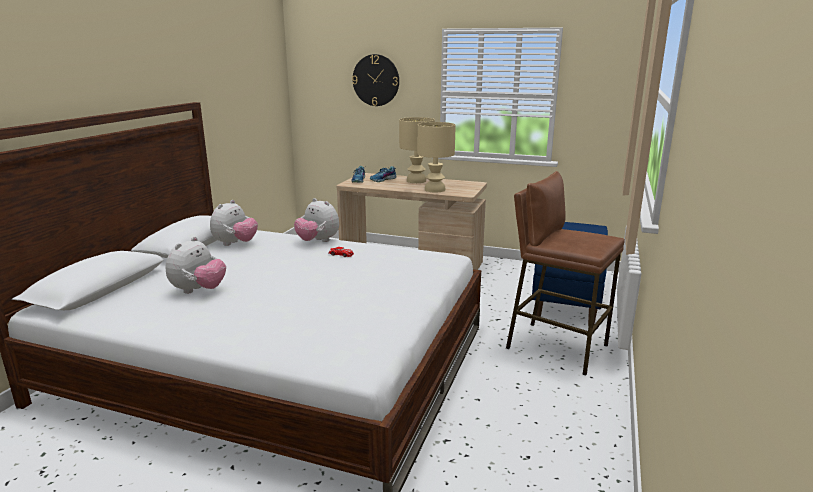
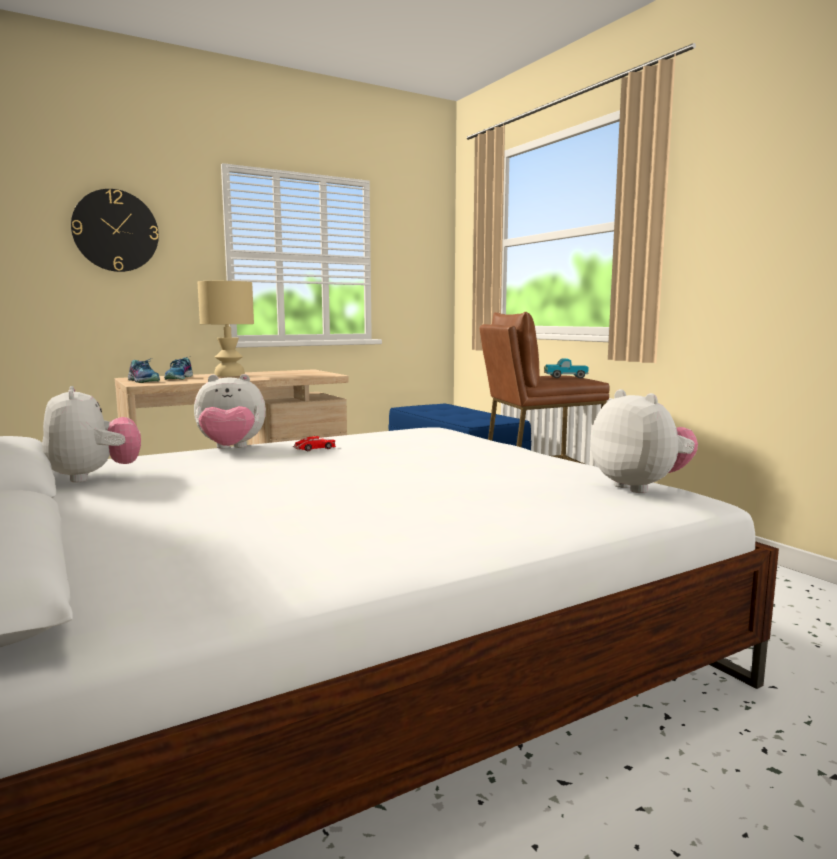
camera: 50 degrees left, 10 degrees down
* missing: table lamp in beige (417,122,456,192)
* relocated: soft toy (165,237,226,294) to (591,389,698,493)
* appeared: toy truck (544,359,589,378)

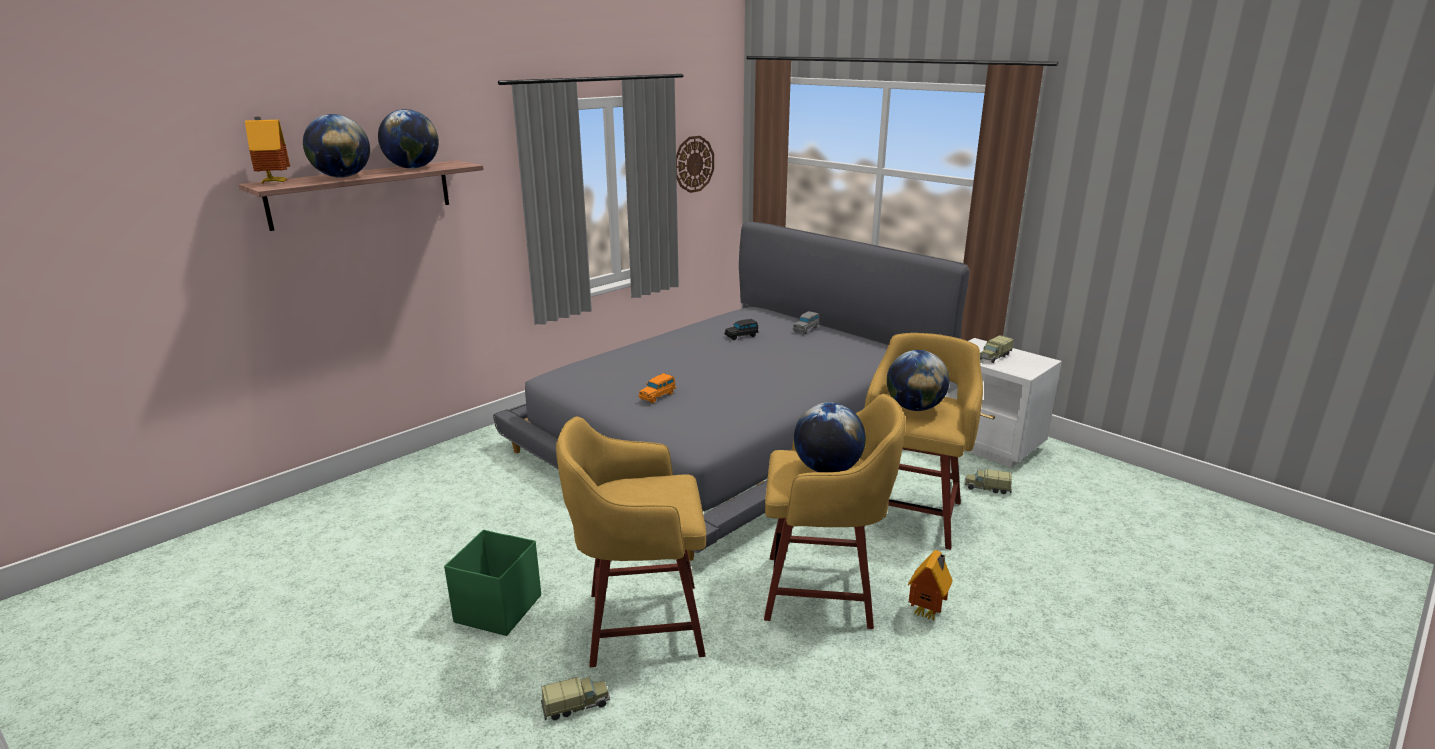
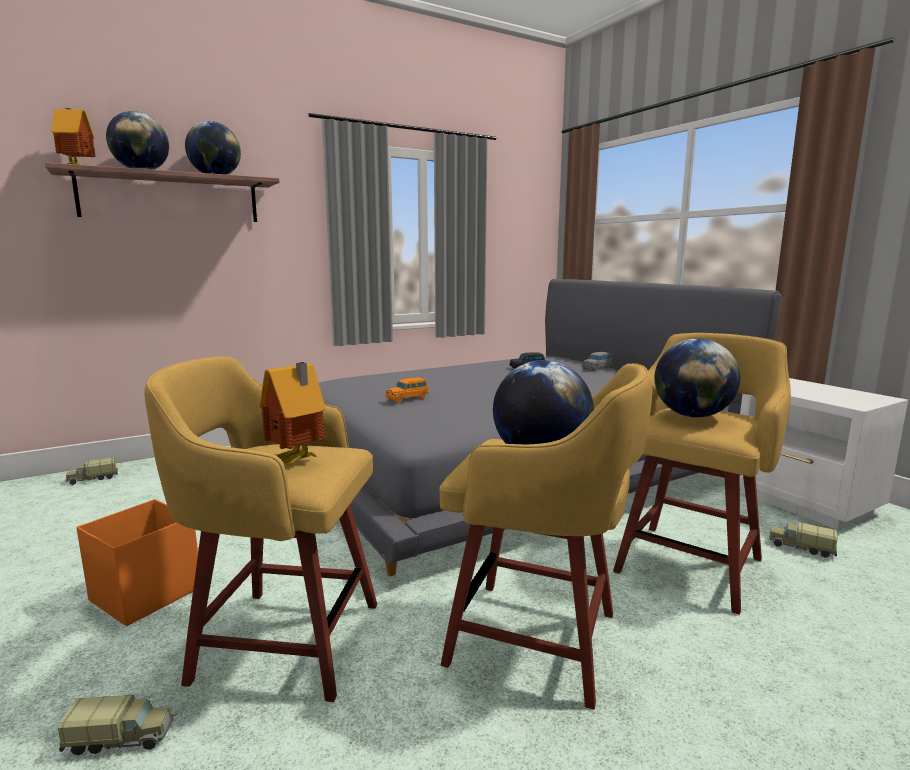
camera: 15 degrees right, 10 degrees down
* missing: hanging clock (676,136,714,193)
* relocated: toy truck (980,335,1013,363) to (65,457,118,485)
* colour: storage bin in greenish (444,530,541,636) to storage bin in orange (76,499,198,626)
* relocated: miniature house (908,550,953,620) to (259,362,326,465)

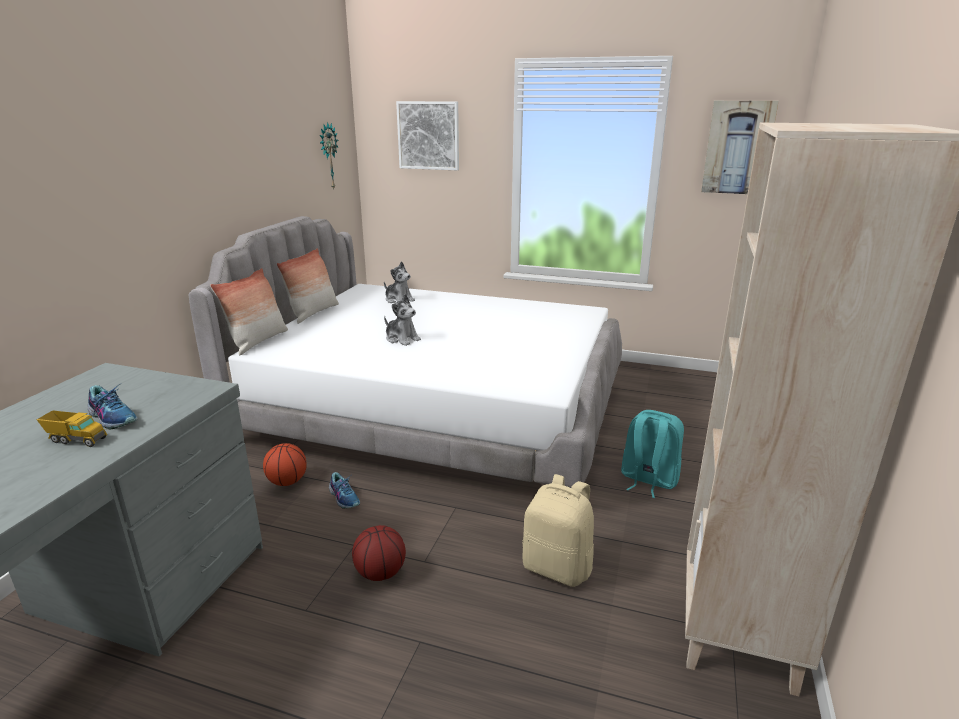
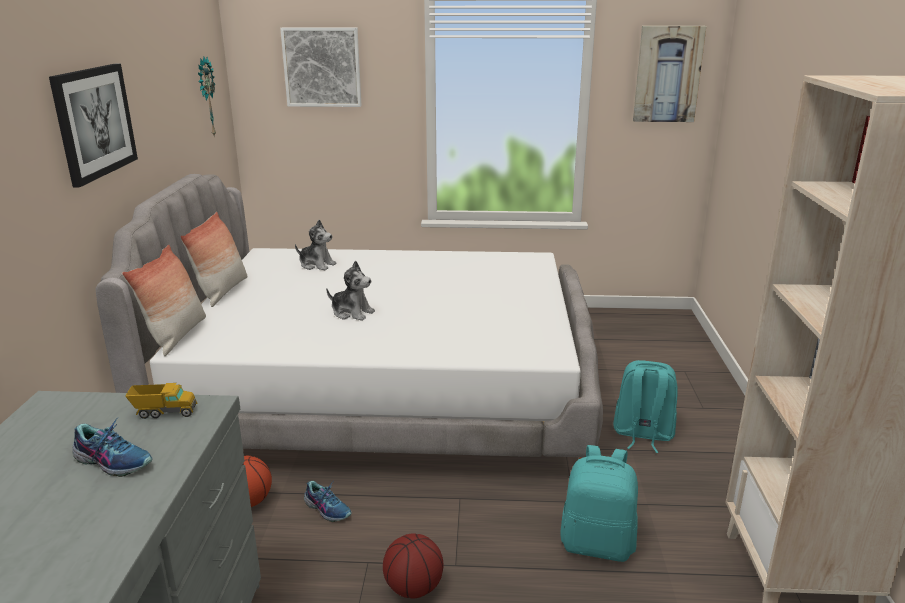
camera: 15 degrees left, 0 degrees up
* relocated: toy truck (37,411,107,447) to (125,383,197,419)
* colour: rucksack in beige (522,474,594,587) to rucksack in blue-green (561,445,638,562)
* appeared: picture (49,64,138,187)

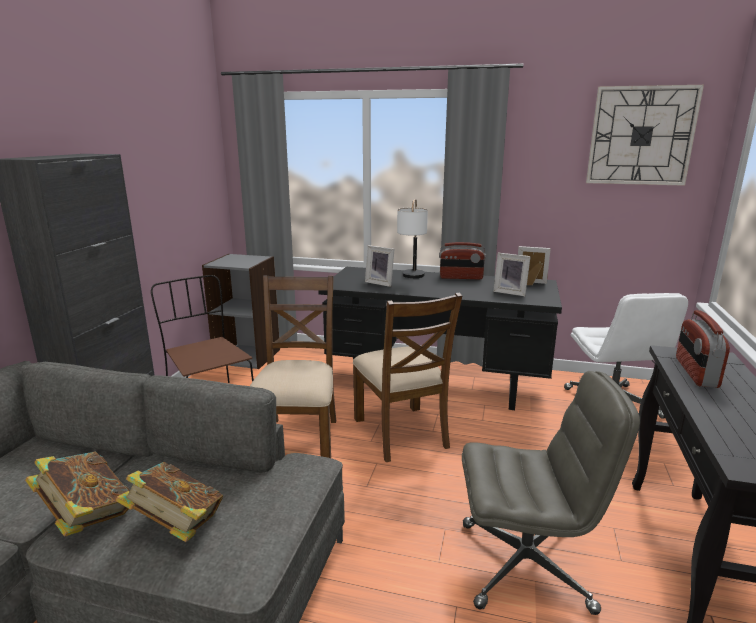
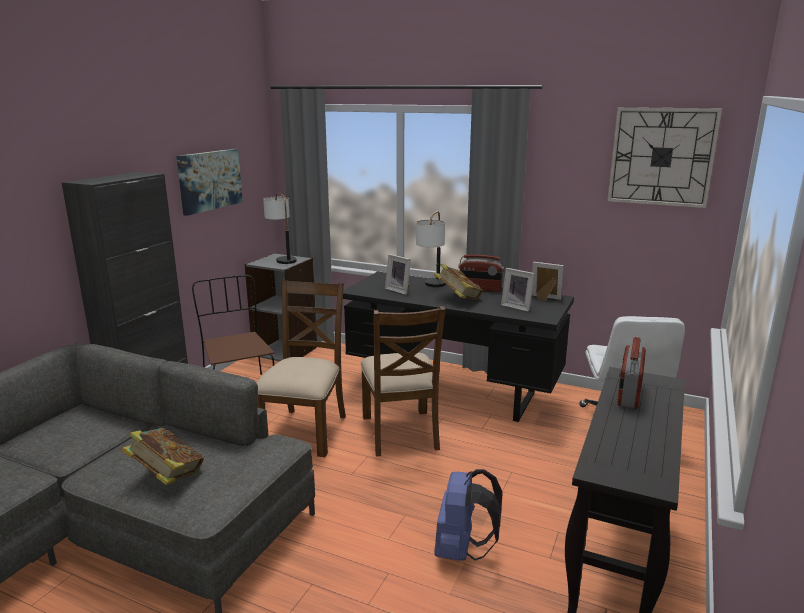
camera: 10 degrees right, 0 degrees up
* exchanged: computer chair in grey (462,371,640,615) to rucksack in bluish (434,469,503,561)
* relocated: volume (25,452,130,537) to (434,264,483,300)
* appeared: picture (176,149,243,216)
* appeared: table lamp (263,193,297,264)

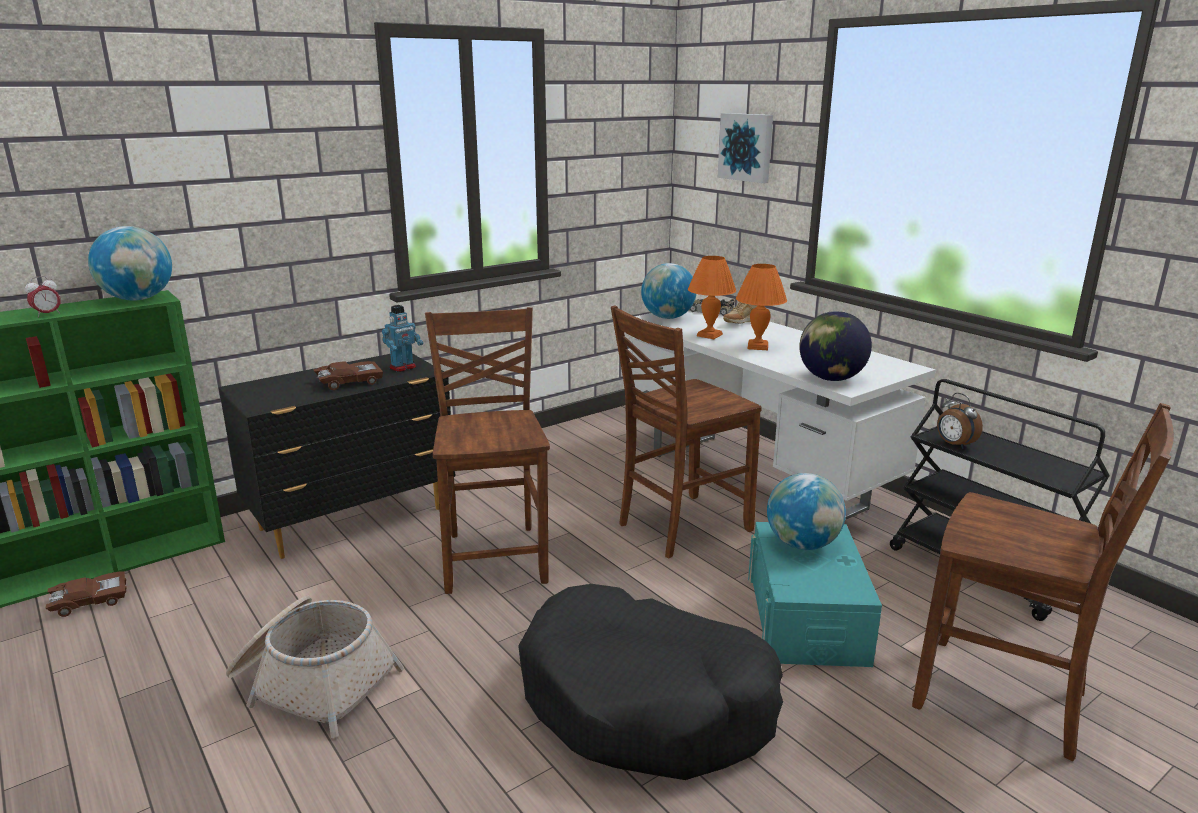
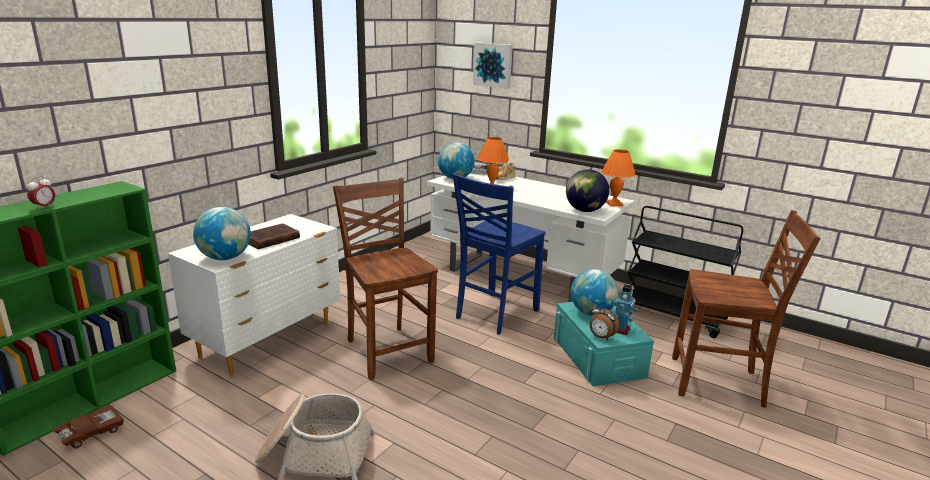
camera: 20 degrees left, 0 degrees up
* relocated: desk globe (88,226,172,301) to (193,207,251,260)
* relocated: table lamp in orange (736,264,787,350) to (601,150,636,206)
* relocated: robot figure (382,305,423,372) to (614,284,638,335)
* colour: chair in brown (611,305,762,559) to chair in bluish (453,173,545,335)
* colour: chest of drawers in black-coloured (219,353,455,559) to chest of drawers in white (168,214,340,376)
* exchanged: miniature car in brown (313,361,383,390) to volume in brown (249,223,300,249)
* relocated: bedside clock (937,393,983,449) to (589,303,619,340)
* missing: pet bed in black-coloured (518,584,783,780)

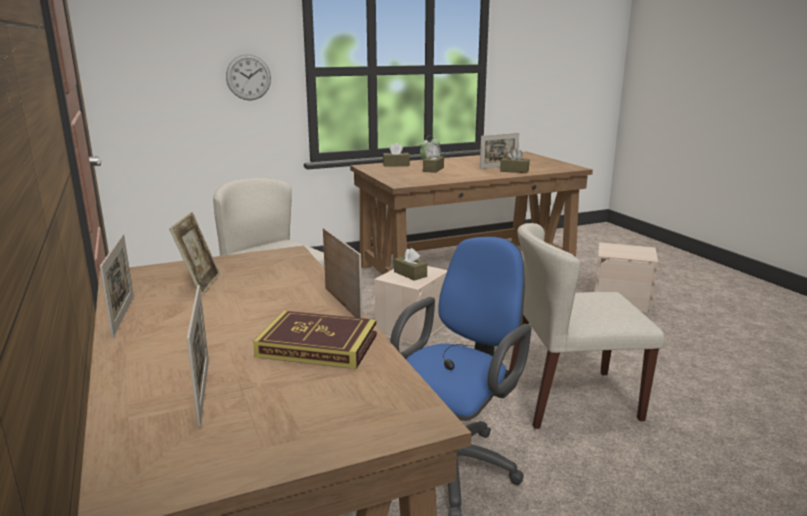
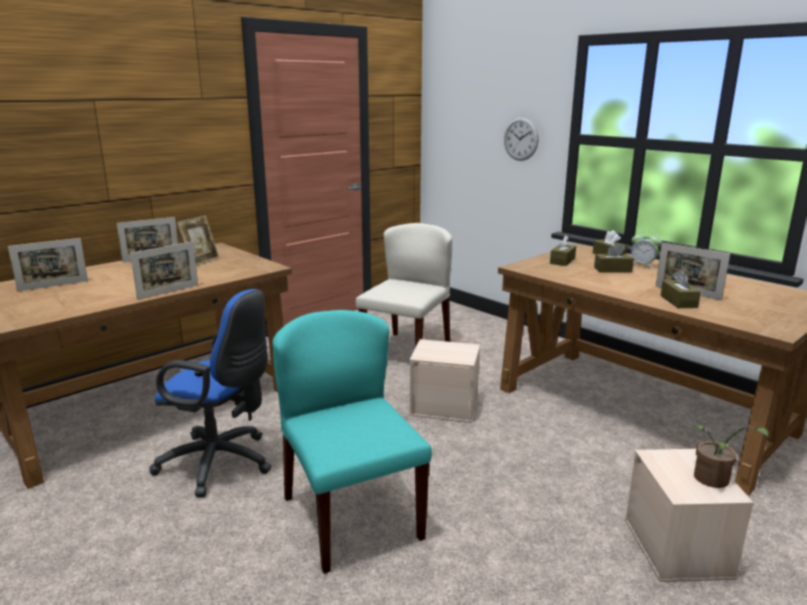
camera: 70 degrees right, 0 degrees up
* spun: photo frame (169,212,220,296) = (177,216,220,265) 45 degrees counterclockwise
* colour: chair in beige (509,223,664,429) to chair in blue-green (273,310,432,574)
* relocated: tissue holder in brown (394,248,427,281) to (550,235,576,266)
* missing: volume (253,311,377,369)
* appeared: potted plant (694,425,769,488)

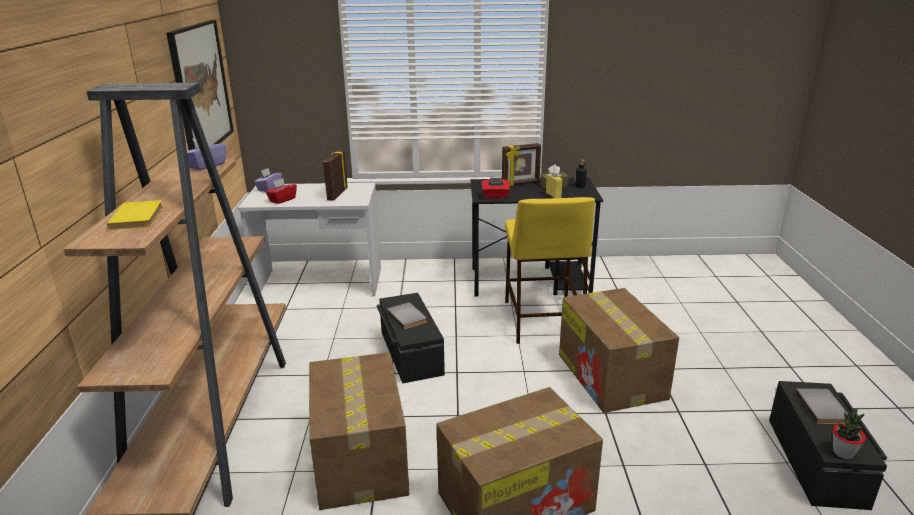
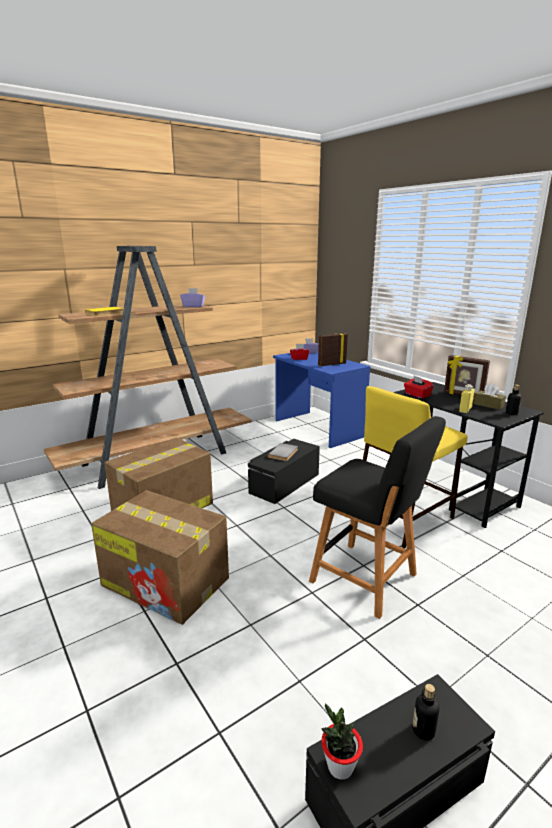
camera: 55 degrees right, 5 degrees down
* missing: picture (166,20,234,150)
* colour: desk unit in white (238,183,381,297) to desk unit in bluish (273,353,371,448)
* exchanged: carton (559,288,679,413) to sitting stool in black-coloured (309,416,446,619)
* exchanged: volume in grey (795,388,848,424) to bottle (412,684,439,741)

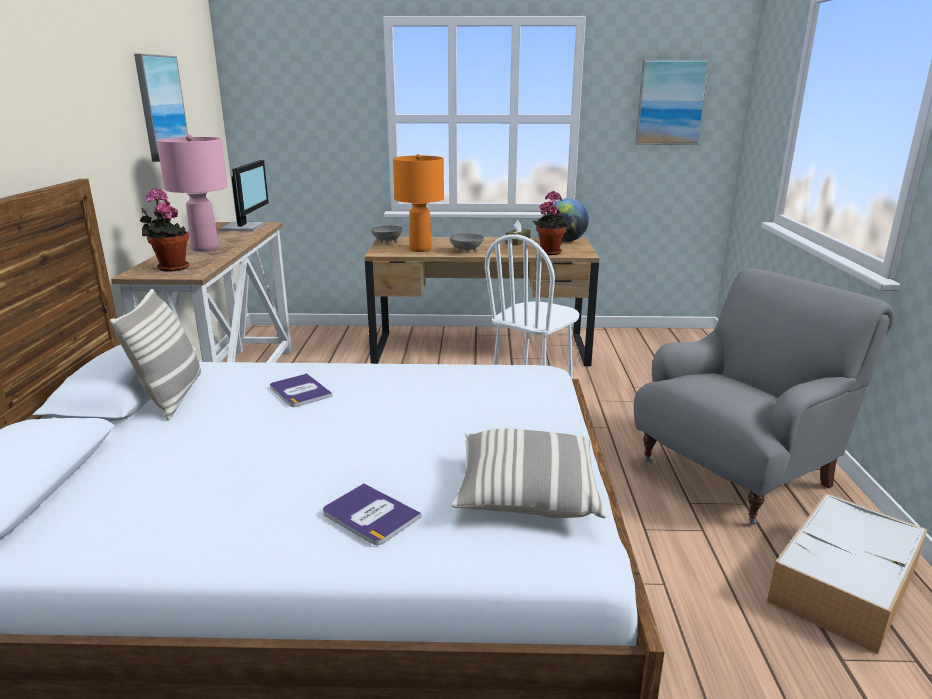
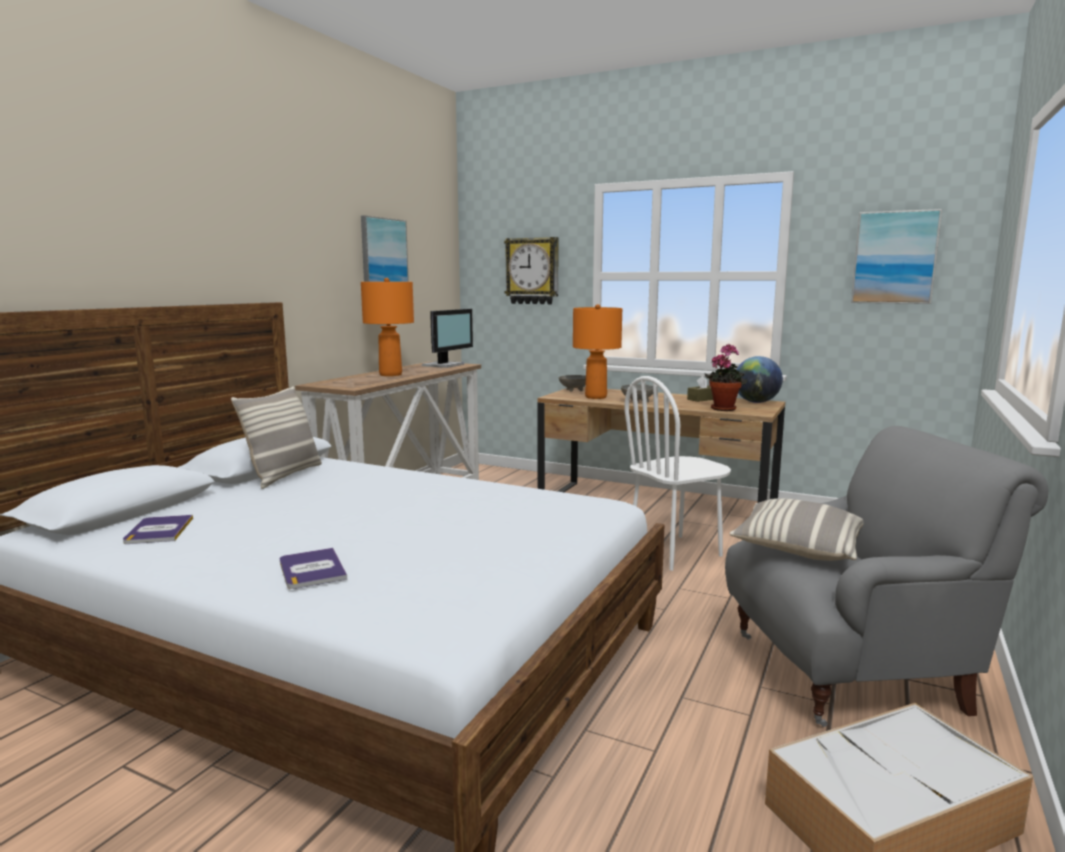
camera: 25 degrees right, 10 degrees down
* colour: table lamp in pinkish (157,134,228,252) to table lamp in orange (361,278,414,376)
* missing: potted plant (140,188,190,272)
* relocated: volume (270,373,333,407) to (123,515,193,544)
* relocated: pillow (451,429,606,518) to (729,498,864,561)
* appeared: hanging clock (504,237,559,304)

